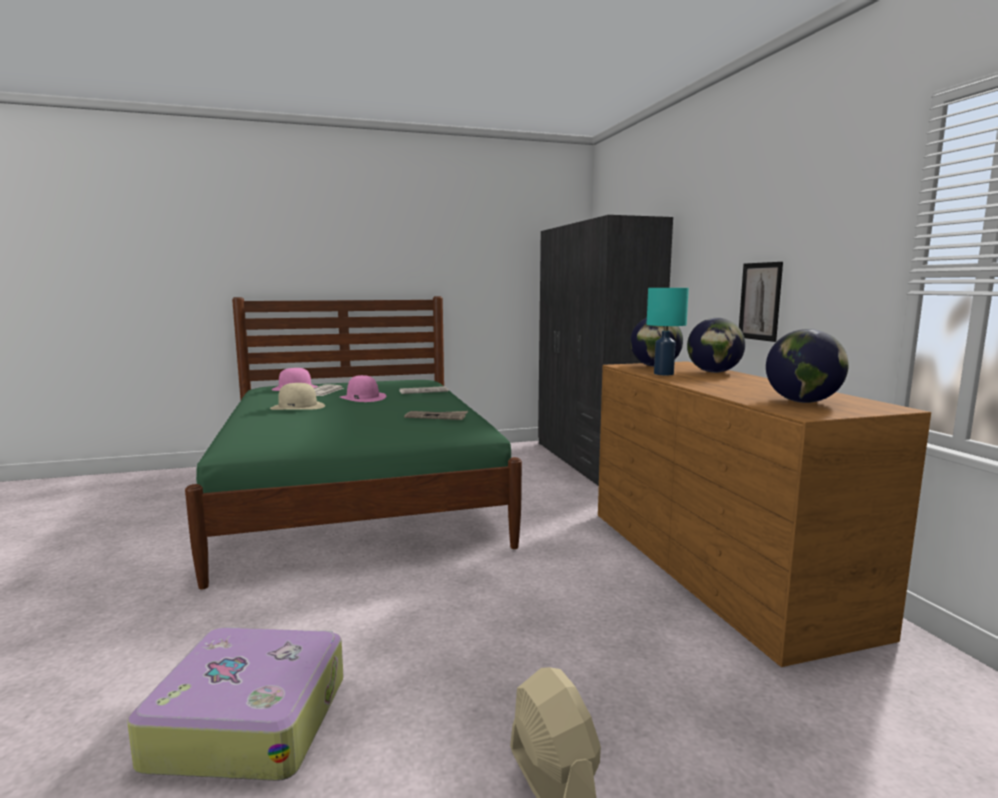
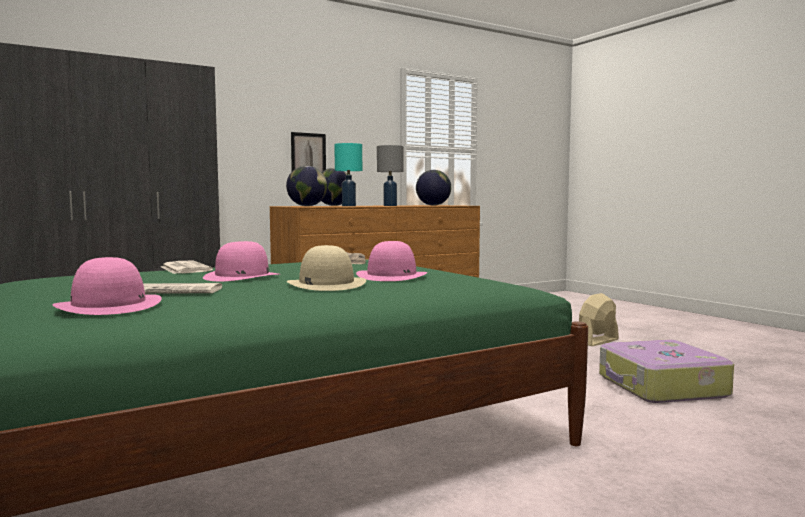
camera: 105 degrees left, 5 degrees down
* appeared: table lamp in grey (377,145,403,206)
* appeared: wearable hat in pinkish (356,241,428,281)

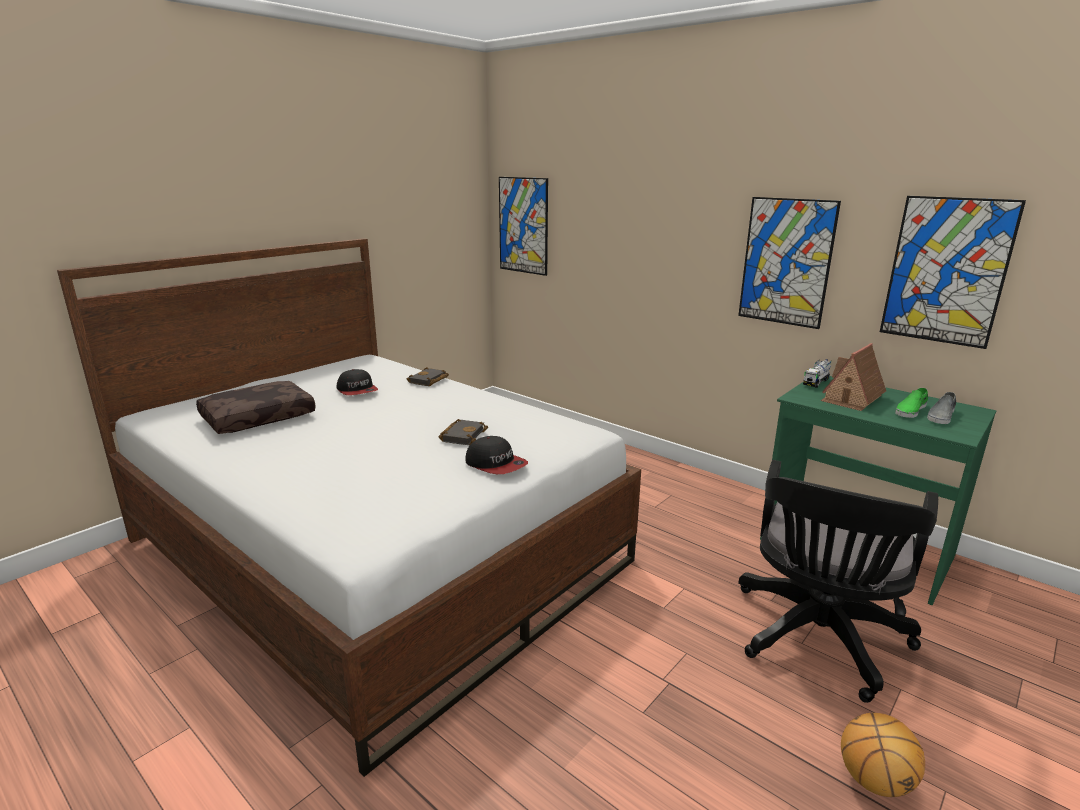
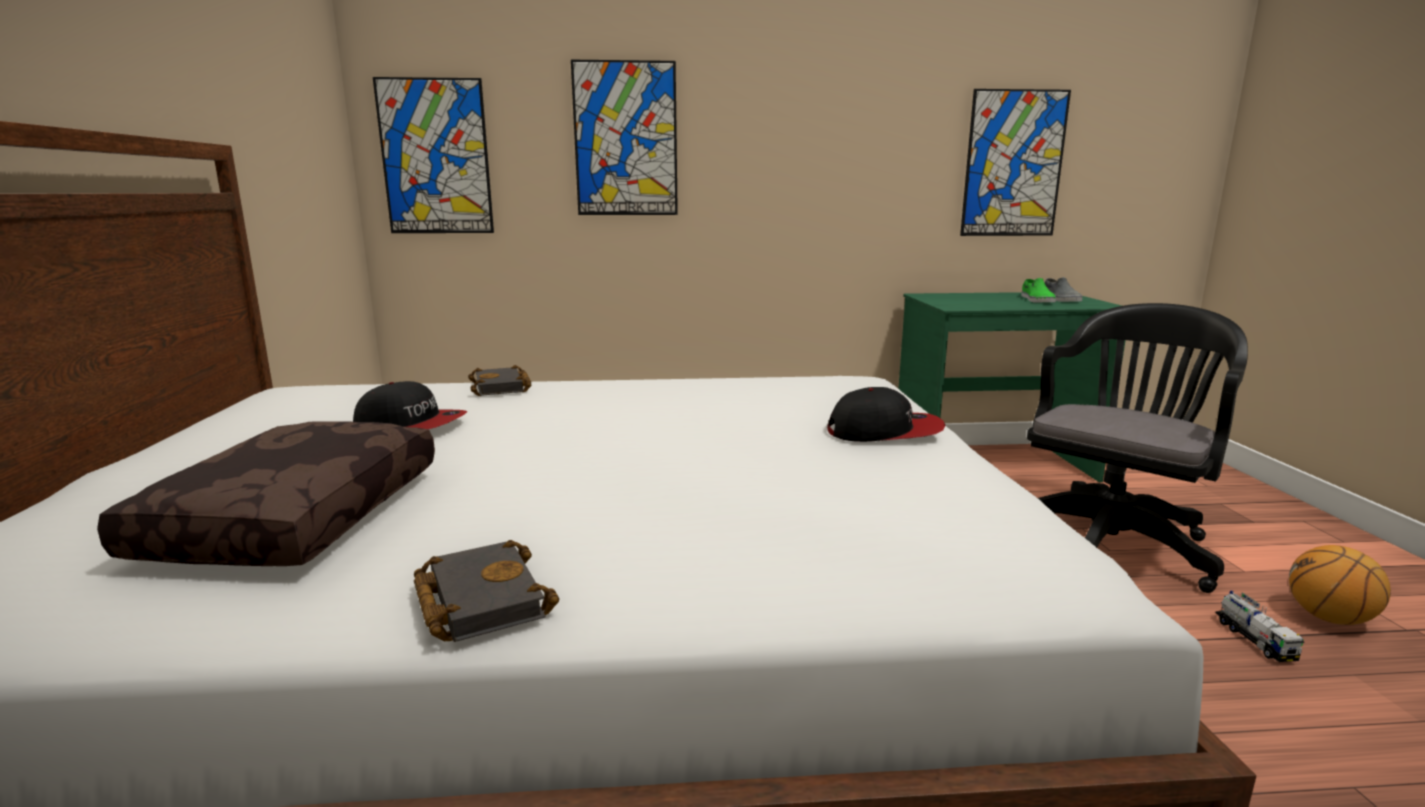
camera: 45 degrees left, 5 degrees down
* relocated: picture (738,197,841,329) to (571,60,678,215)
* missing: miniature house (820,343,886,411)
* relocated: toy truck (803,359,831,388) to (1215,591,1305,662)
* relocated: volume in black-coloured (439,419,488,445) to (414,540,559,642)
* spun: computer chair in black-coloured (738,460,938,703) = (1027,303,1248,593) 120 degrees counterclockwise

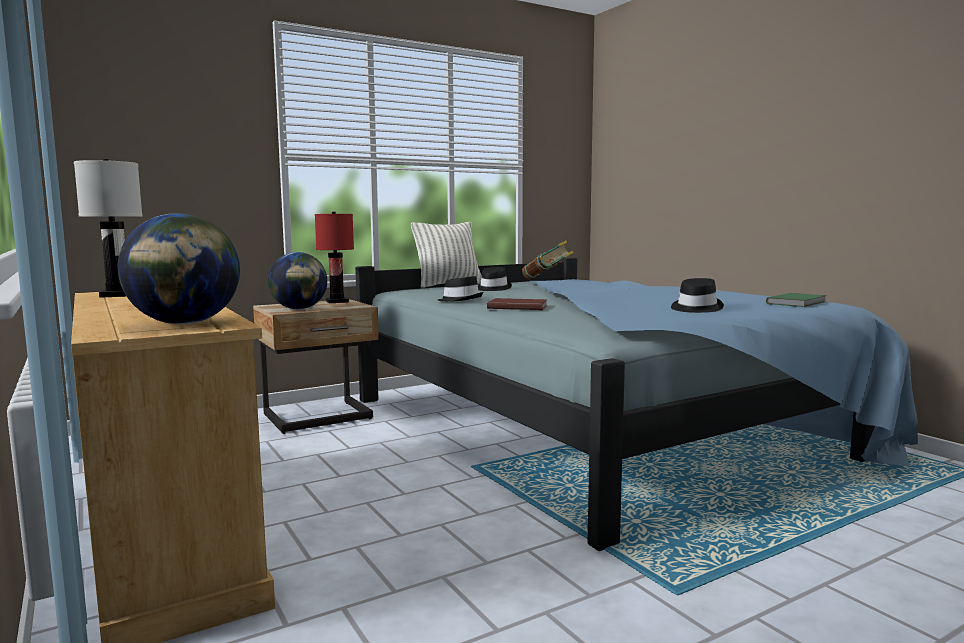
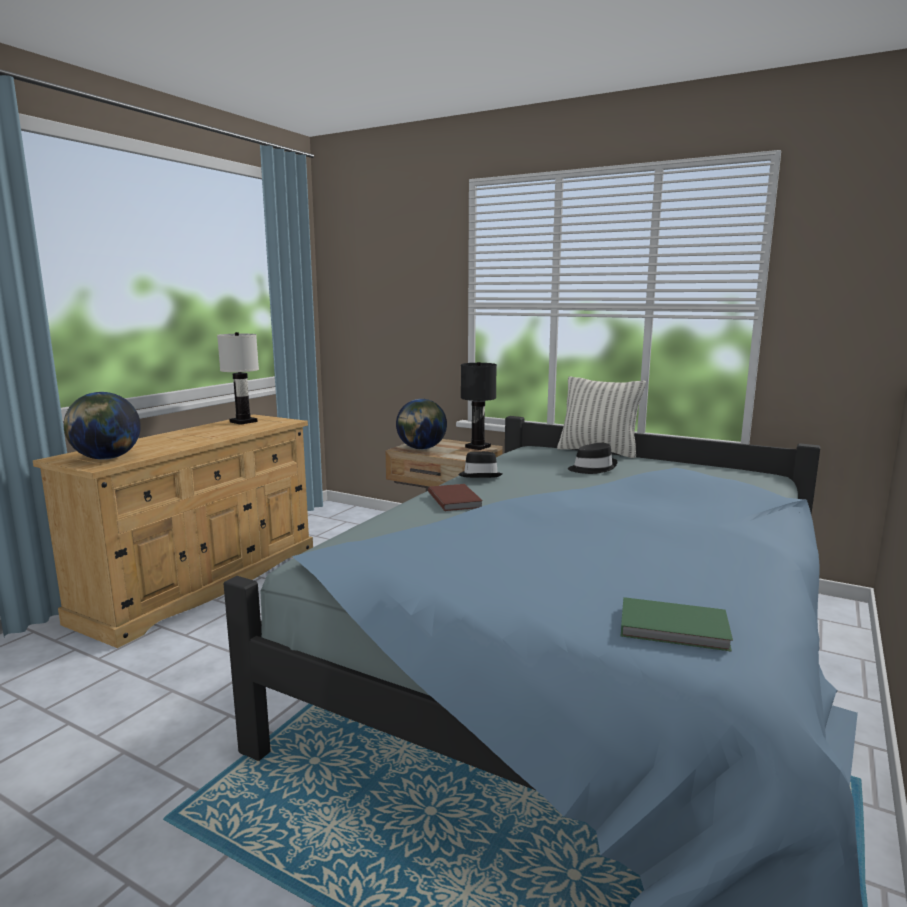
camera: 60 degrees right, 5 degrees up
* colour: table lamp in red (315,212,354,303) to table lamp in black-coloured (461,362,497,450)
* missing: volume (522,241,574,279)
* missing: wearable hat in black-coloured (671,278,724,313)

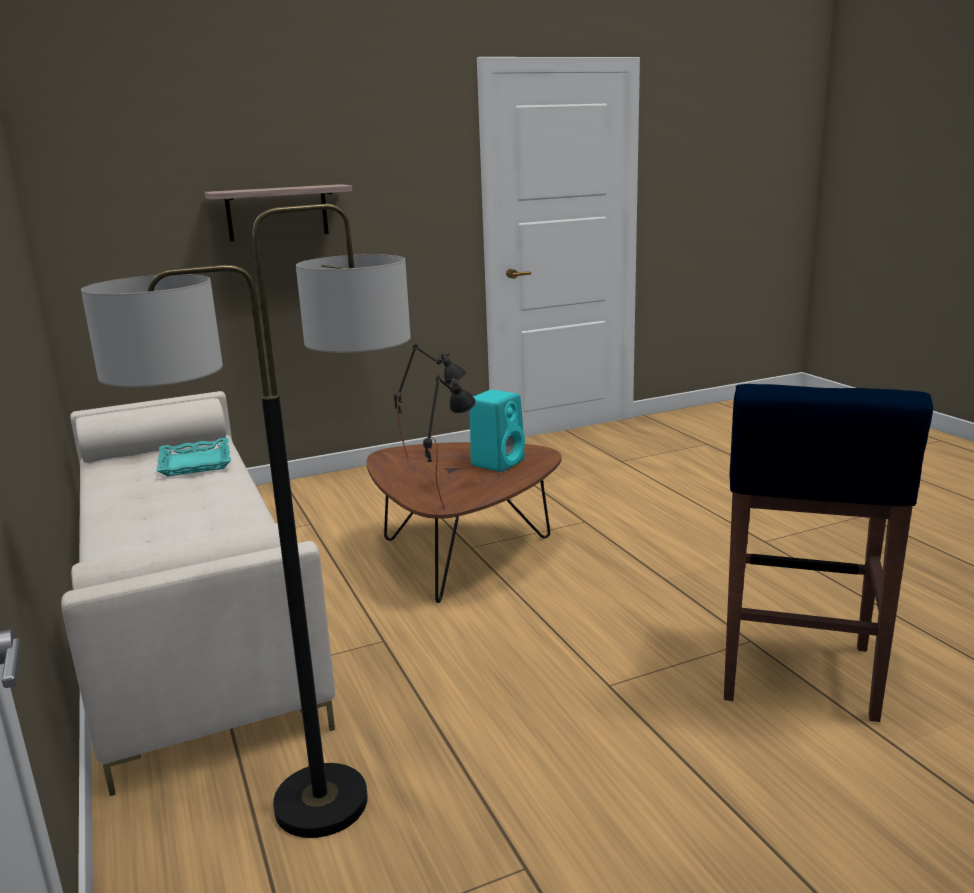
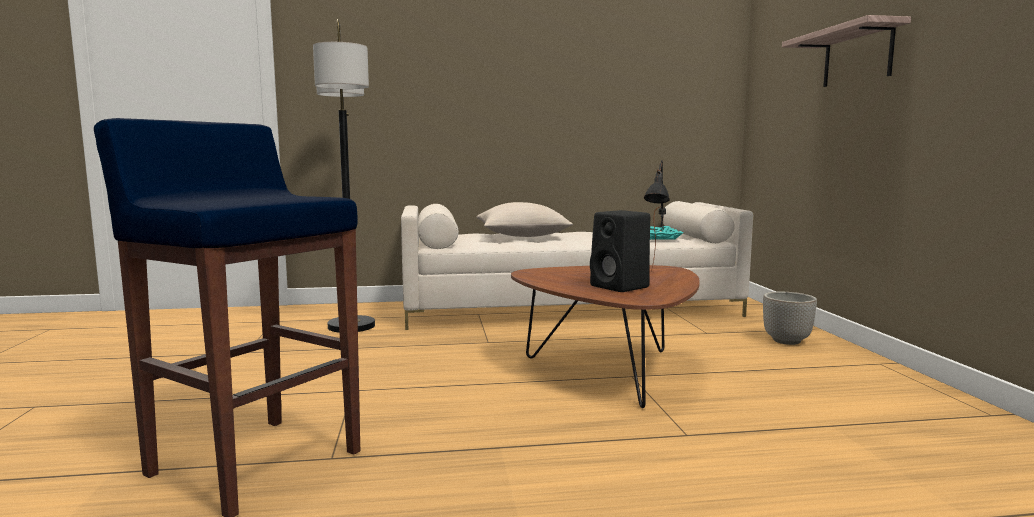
camera: 105 degrees right, 10 degrees down
* missing: table lamp in black-coloured (423,375,476,510)
* colour: loudspeaker in blue-green (469,390,525,472) to loudspeaker in black-coloured (590,210,650,292)
* appeared: pillow in beige (476,202,573,237)
* appeared: flower pot (763,292,817,345)

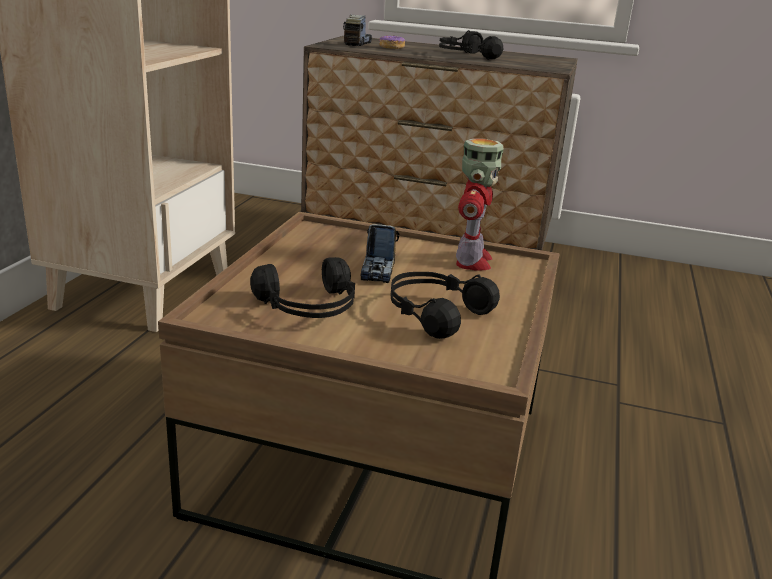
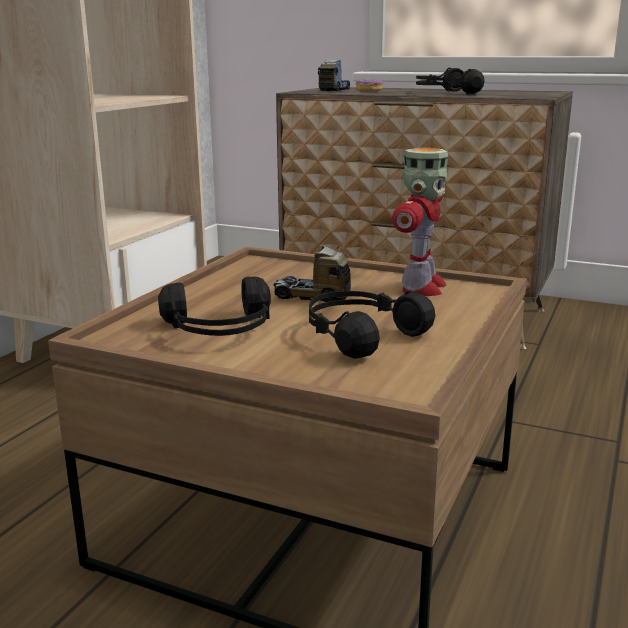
camera: 10 degrees right, 5 degrees down
* spun: toy truck (361,224,399,283) = (274,246,351,302) 90 degrees clockwise

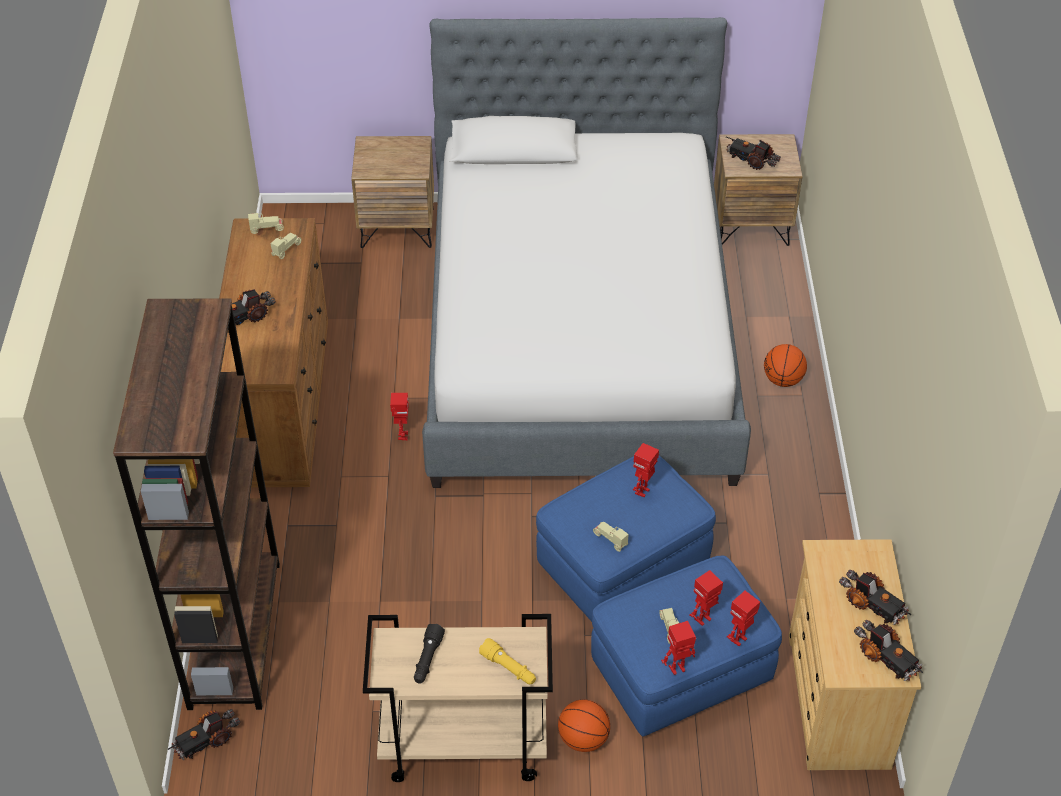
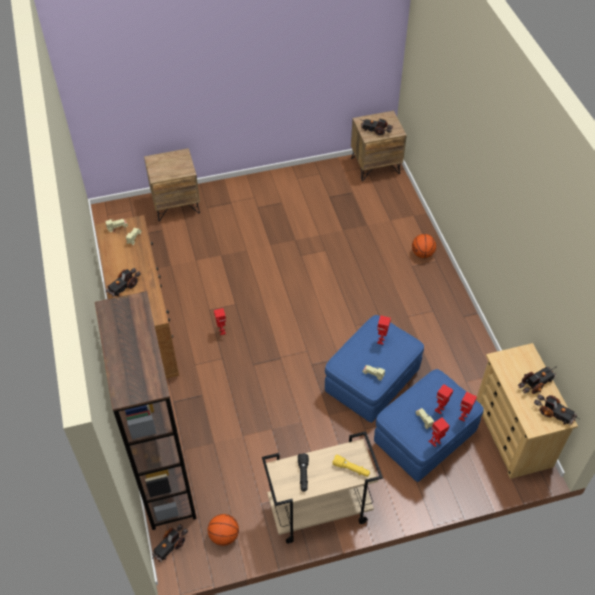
camera: 15 degrees left, 5 degrees up
* missing: sleeping bed (422,17,751,488)
* spun: toy truck (839,570,911,625) = (518,366,557,394) 60 degrees counterclockwise
* relocated: basketball ball (558,700,610,752) to (208,514,239,546)

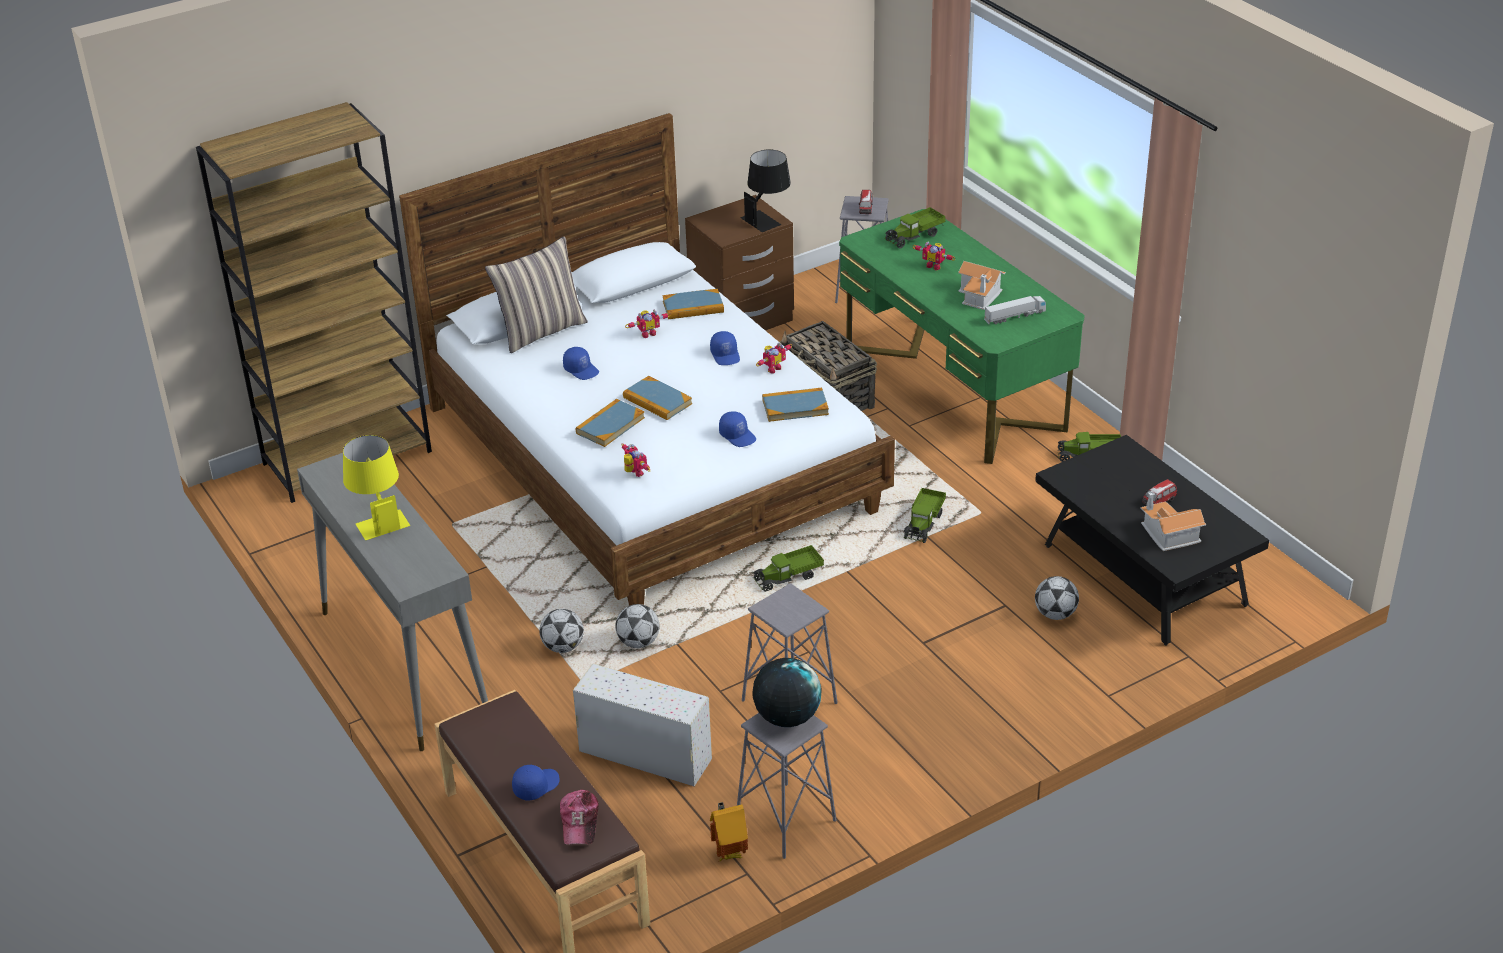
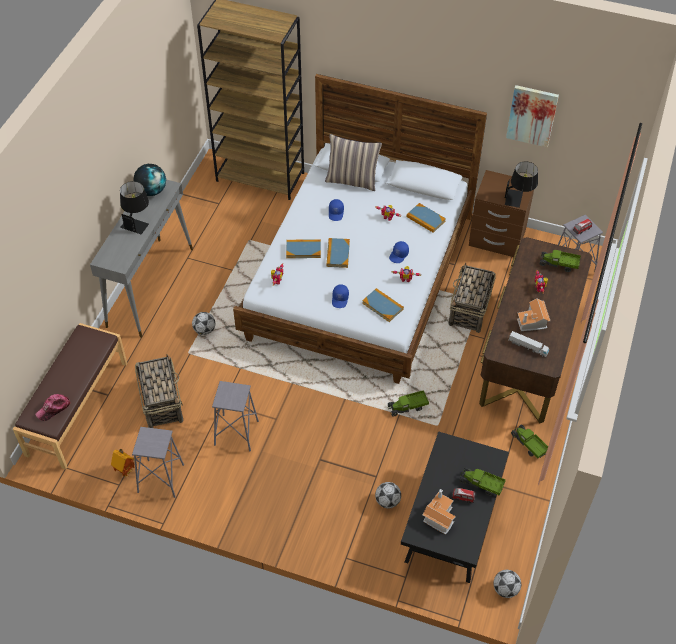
camera: 50 degrees right, 15 degrees up
* colour: desk unit in greenish (839,209,1085,464) to desk unit in brown (479,237,593,423)
* colour: table lamp in yellowish (343,435,410,540) to table lamp in black-coloured (120,181,149,234)
* relocated: toy truck (753,545,824,592) to (459,467,506,496)
* relocated: football (615,604,659,648) to (493,570,521,598)
* relocated: desk globe (752,658,822,727) to (133,164,166,196)
* exchanged: storage bin in white (573,664,712,787) to basket (135,354,184,428)
* missing: cap in bluish (512,764,560,801)
* appeared: picture (506,85,559,147)

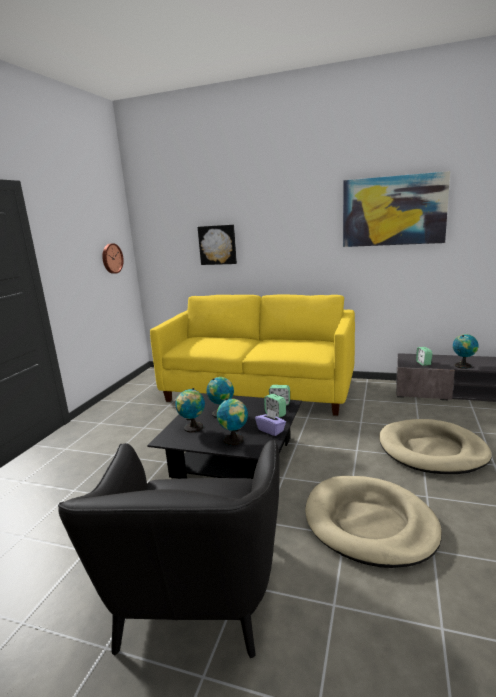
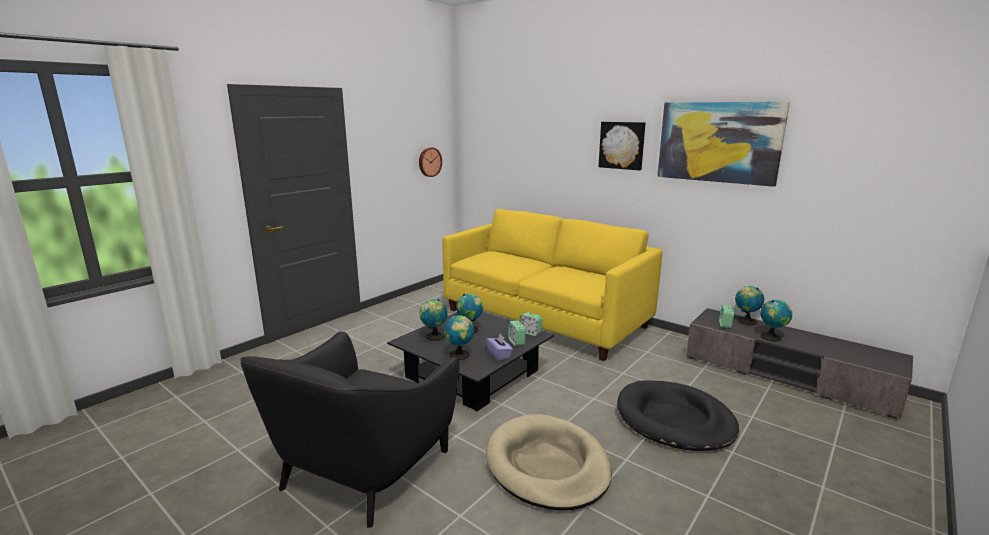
camera: 20 degrees right, 0 degrees up
* relocated: picture (198,225,237,265) to (598,122,646,170)
* colour: pet bed in beige (379,419,492,474) to pet bed in black-coloured (617,380,739,451)
* appeared: desk globe (735,286,764,325)

